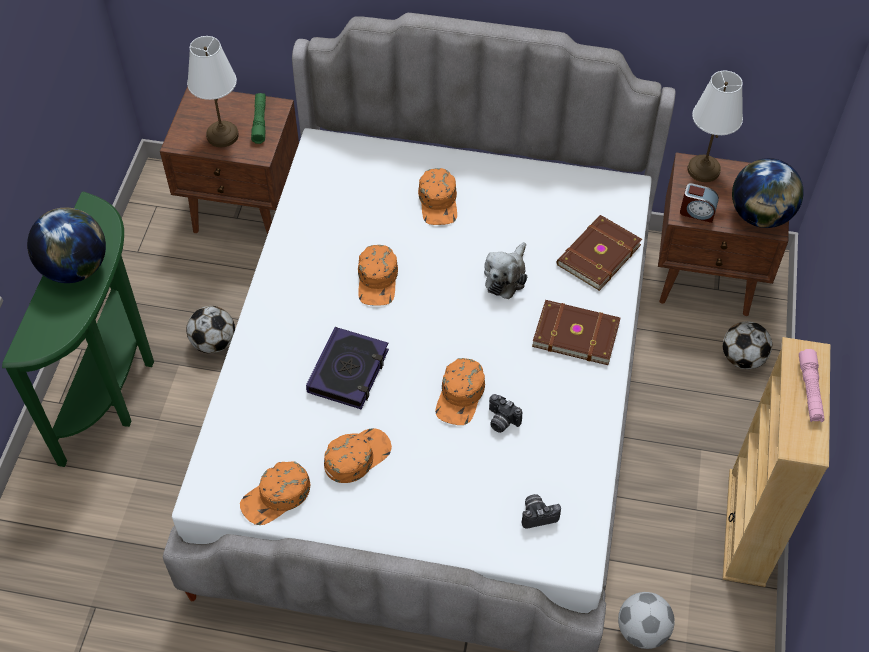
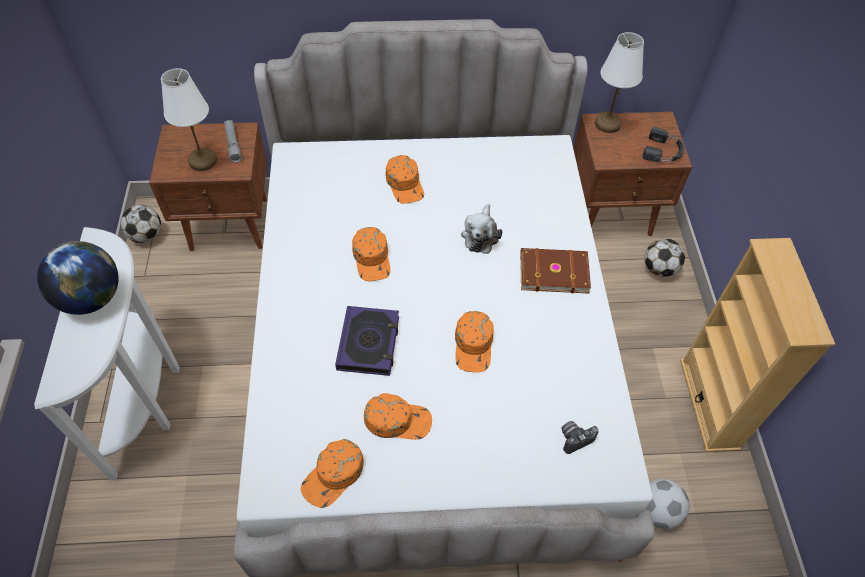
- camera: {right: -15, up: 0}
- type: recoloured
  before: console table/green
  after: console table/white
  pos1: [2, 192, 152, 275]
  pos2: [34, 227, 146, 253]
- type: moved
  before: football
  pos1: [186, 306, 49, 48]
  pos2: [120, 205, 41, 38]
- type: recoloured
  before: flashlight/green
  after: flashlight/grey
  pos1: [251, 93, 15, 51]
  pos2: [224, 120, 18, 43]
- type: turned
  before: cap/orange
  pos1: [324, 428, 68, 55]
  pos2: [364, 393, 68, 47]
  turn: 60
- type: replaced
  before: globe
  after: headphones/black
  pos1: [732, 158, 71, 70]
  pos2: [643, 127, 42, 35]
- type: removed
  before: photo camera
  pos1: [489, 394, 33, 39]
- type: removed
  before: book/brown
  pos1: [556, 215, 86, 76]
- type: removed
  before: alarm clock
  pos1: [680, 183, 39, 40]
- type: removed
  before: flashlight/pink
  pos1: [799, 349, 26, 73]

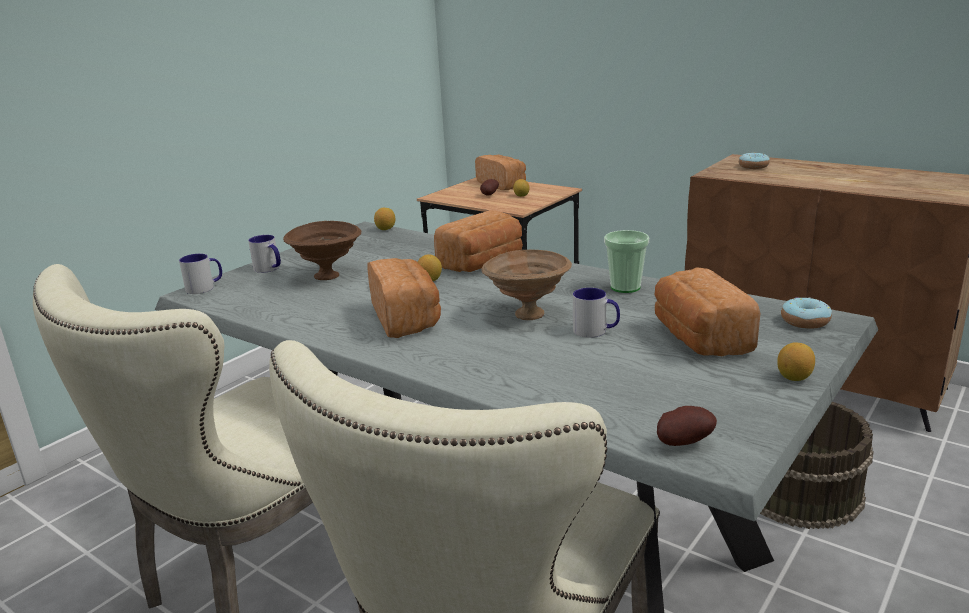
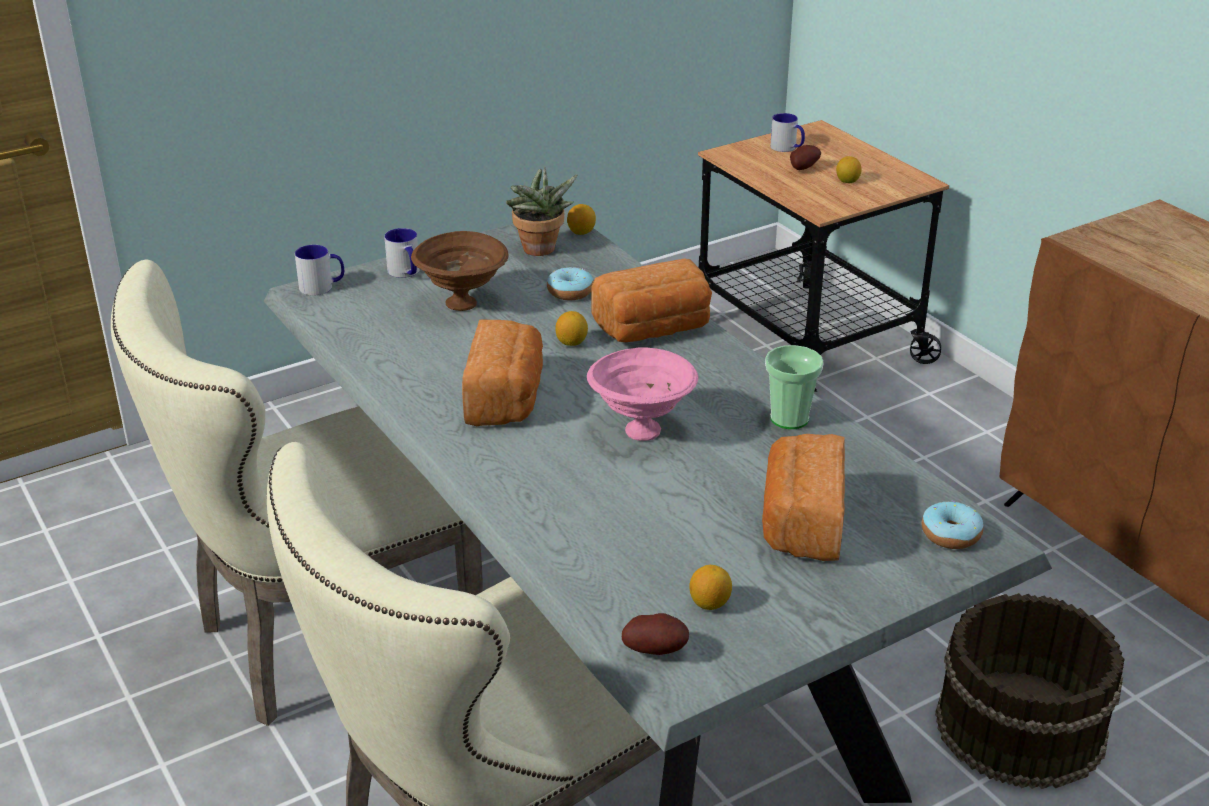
- camera: {right: 20, up: 10}
- type: added
  after: potted plant
  pos2: [506, 168, 71, 88]
- type: moved
  before: donut
  pos1: [739, 153, 31, 16]
  pos2: [547, 267, 46, 33]
- type: recoloured
  before: bowl/brown
  after: bowl/pink
  pos1: [481, 250, 91, 70]
  pos2: [587, 347, 111, 94]
- type: moved
  before: lemon
  pos1: [777, 342, 38, 39]
  pos2: [689, 565, 43, 45]
- type: moved
  before: mug
  pos1: [573, 288, 47, 50]
  pos2: [770, 113, 35, 39]
- type: removed
  before: bread
  pos1: [475, 155, 51, 35]

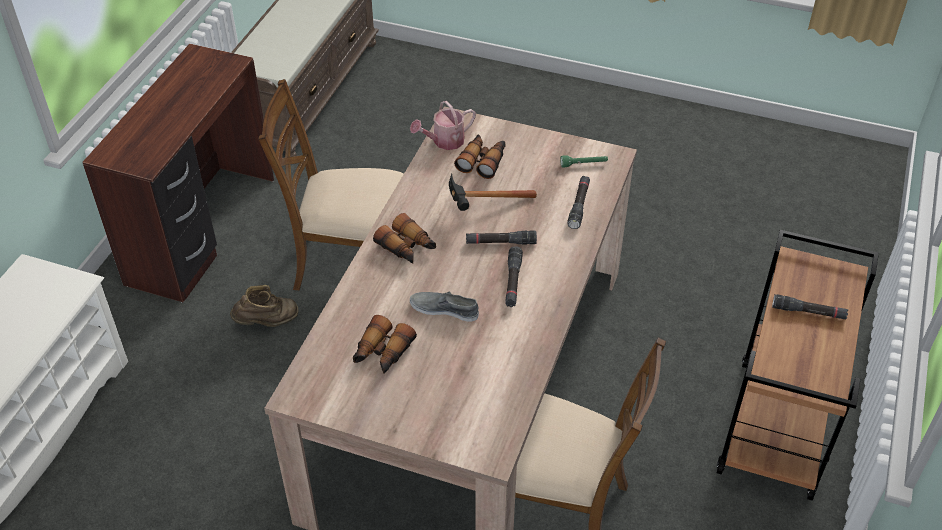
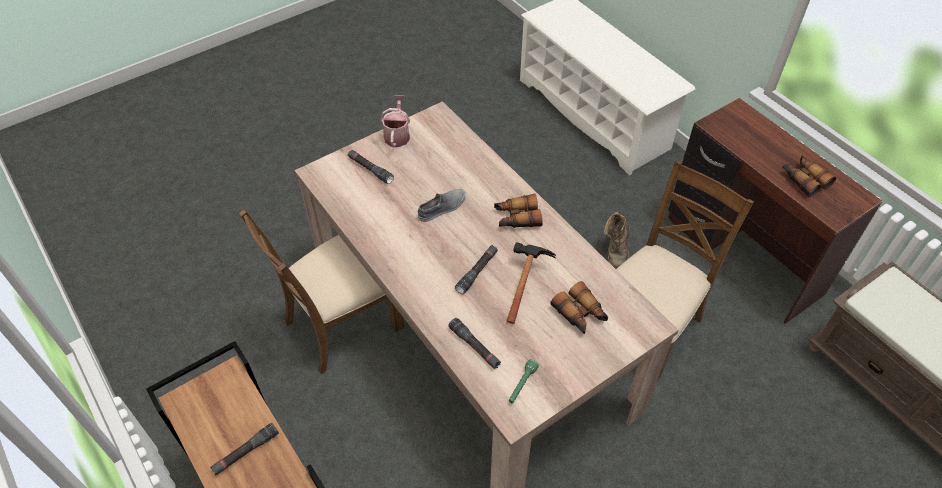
- camera: {right: 125, up: 5}
- type: moved
  before: flashlight/black
  pos1: [505, 246, 18, 61]
  pos2: [348, 150, 46, 34]
- type: moved
  before: watering can
  pos1: [410, 101, 66, 49]
  pos2: [380, 95, 30, 52]
- type: moved
  before: binoculars
  pos1: [353, 315, 64, 59]
  pos2: [782, 156, 54, 41]

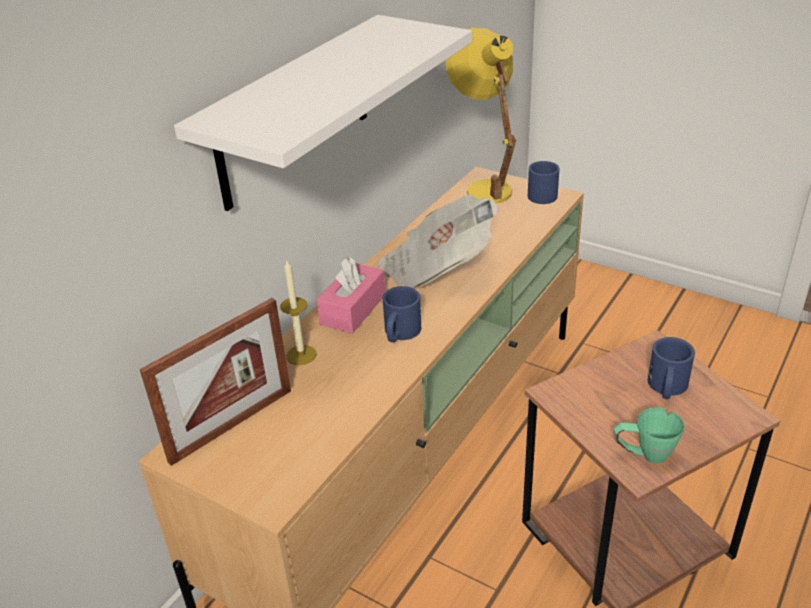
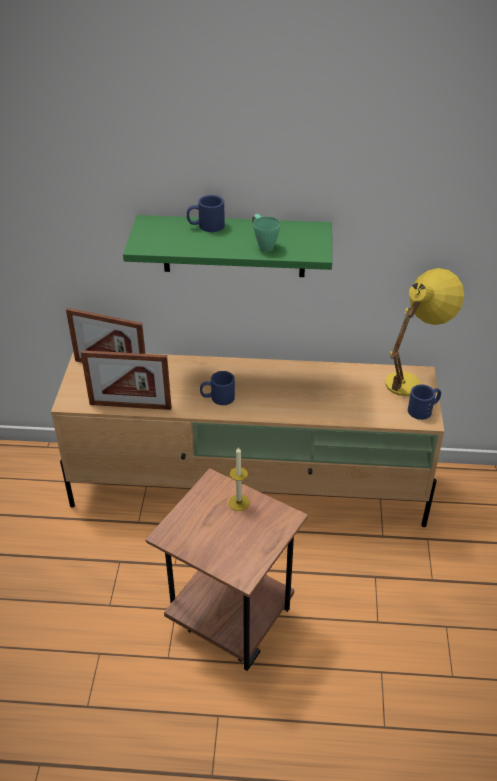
- camera: {right: 60, up: 5}
- type: added
  after: picture frame
  pos2: [81, 350, 91, 60]
- type: recoloured
  before: shelf/white
  after: shelf/green
  pos1: [174, 15, 298, 196]
  pos2: [123, 215, 209, 62]
- type: moved
  before: mug/blue
  pos1: [648, 337, 47, 62]
  pos2: [187, 195, 38, 37]
- type: moved
  before: candle
  pos1: [280, 259, 37, 106]
  pos2: [228, 446, 22, 65]
- type: moved
  before: mug/green
  pos1: [614, 407, 70, 56]
  pos2: [252, 214, 28, 37]
- type: removed
  before: tissue box/pink
  pos1: [316, 257, 70, 77]
- type: removed
  before: newspaper
  pos1: [378, 194, 121, 94]

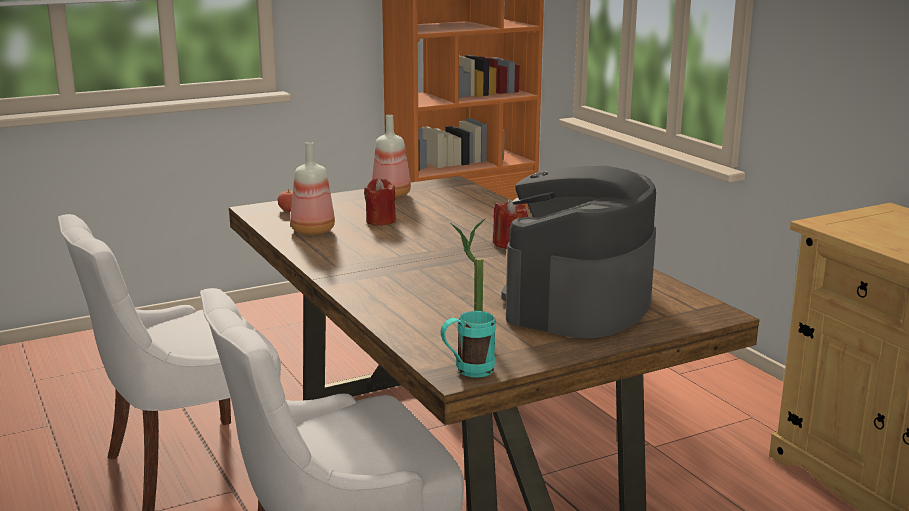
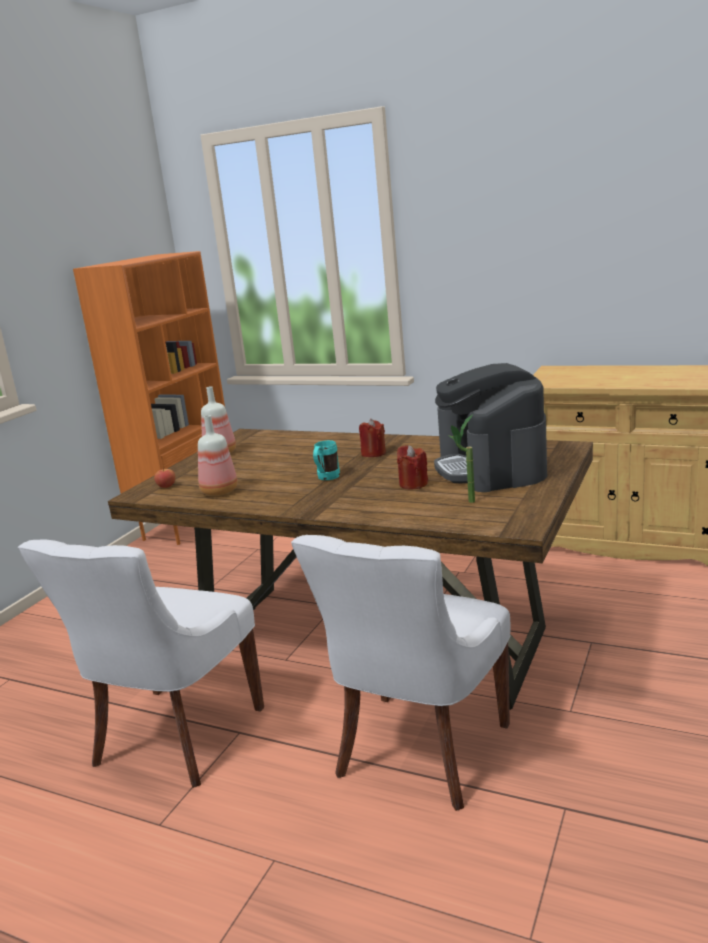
- camera: {right: -35, up: 0}
- type: moved
  before: mug/turquoise
  pos1: [441, 311, 55, 67]
  pos2: [313, 440, 27, 40]
- type: moved
  before: candle/red
  pos1: [364, 178, 32, 48]
  pos2: [397, 445, 31, 45]

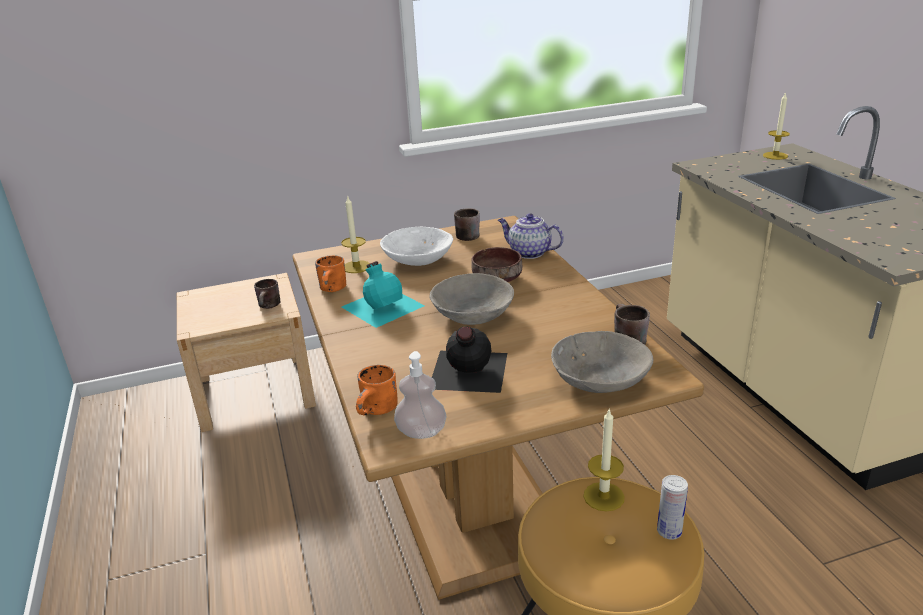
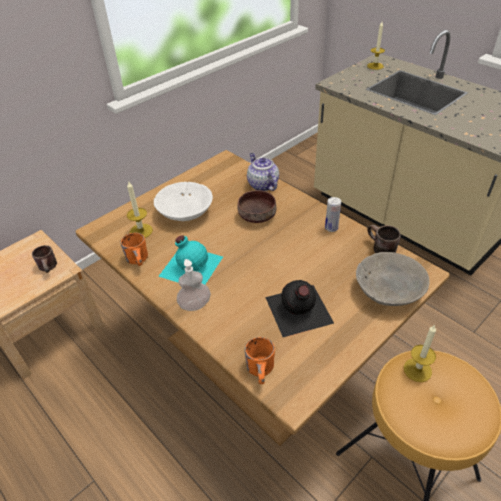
- camera: {right: -25, up: 15}
- type: moved
  before: soap dispenser
  pos1: [394, 351, 53, 88]
  pos2: [177, 259, 34, 52]
- type: turned
  before: teapot
  pos1: [498, 213, 66, 46]
  pos2: [247, 153, 32, 38]
  turn: 60
- type: moved
  before: can
  pos1: [657, 475, 31, 65]
  pos2: [325, 197, 16, 35]
- type: removed
  before: bowl/grey
  pos1: [429, 273, 85, 52]
- type: removed
  before: mug/brown
  pos1: [454, 208, 26, 33]

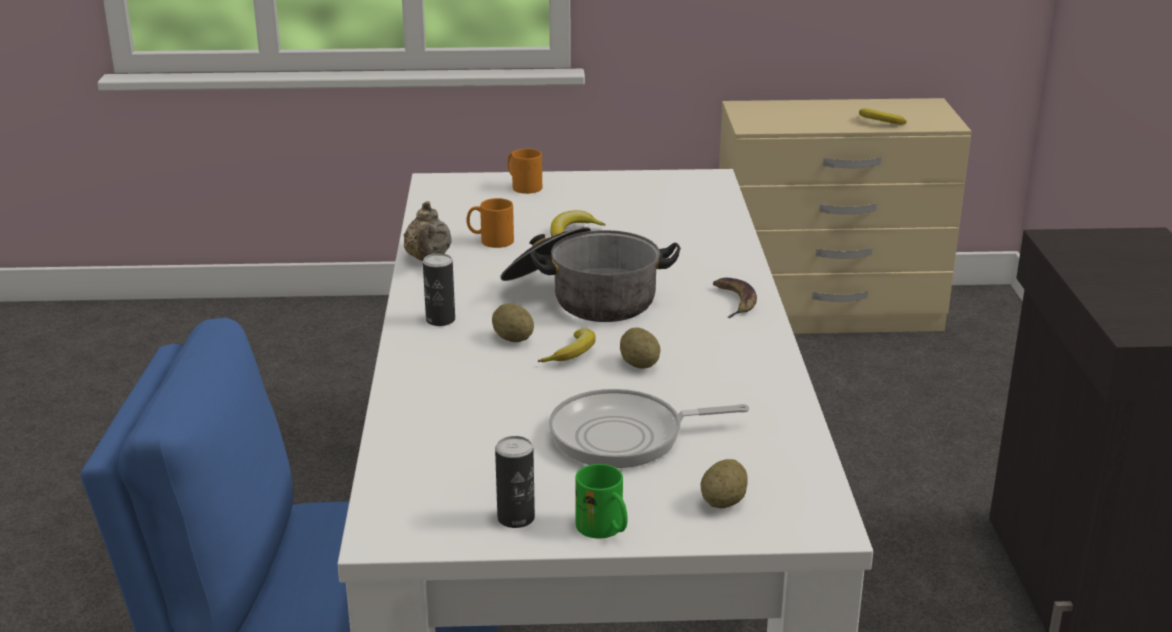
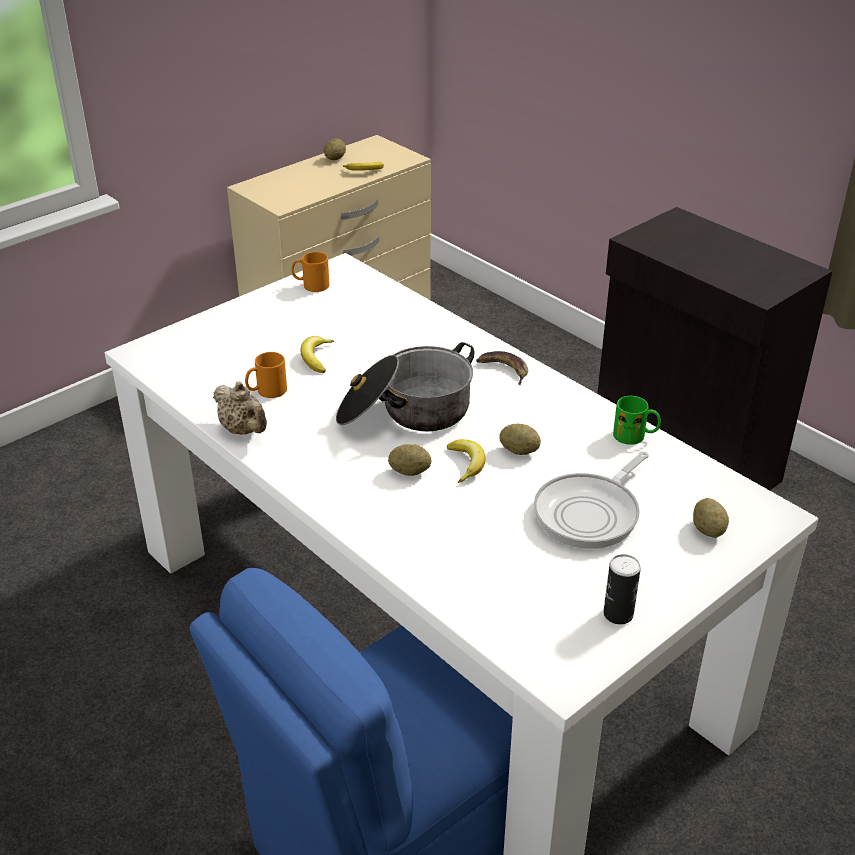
- camera: {right: -40, up: 10}
- type: moved
  before: mug/orange
  pos1: [507, 149, 35, 45]
  pos2: [291, 252, 38, 40]
- type: added
  after: potato
  pos2: [324, 138, 22, 22]
- type: moved
  before: mug/green
  pos1: [575, 464, 53, 74]
  pos2: [613, 396, 48, 49]
- type: removed
  before: can
  pos1: [423, 253, 32, 73]

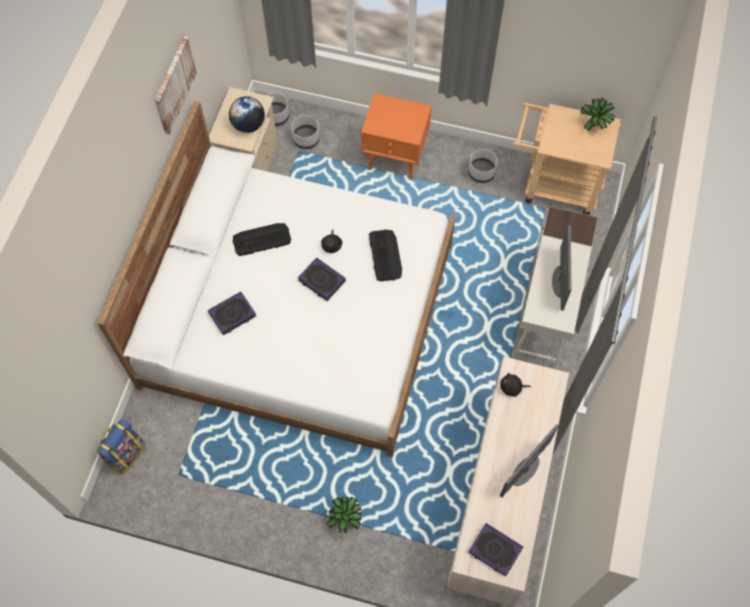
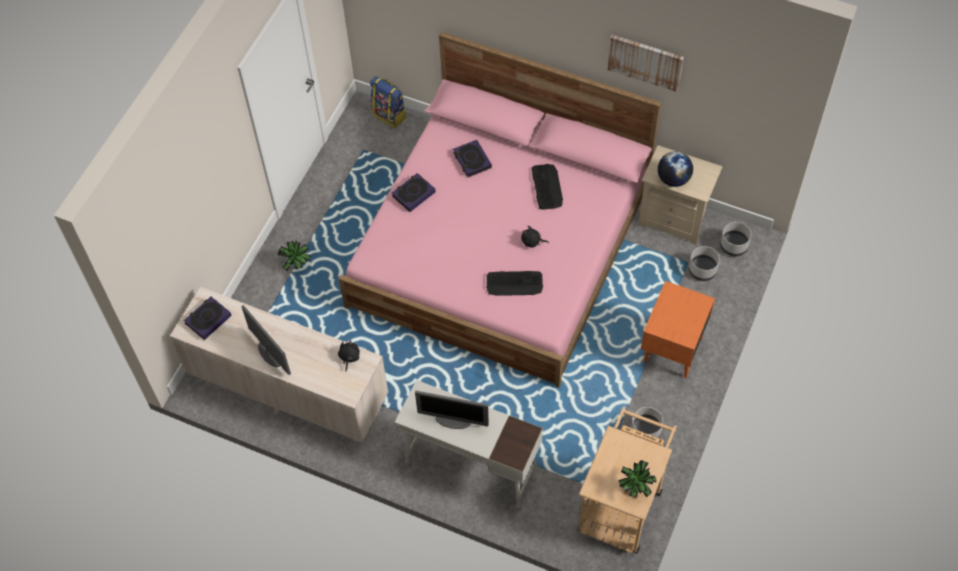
- camera: {right: 100, up: -5}
- type: recoloured
  before: bed/white
  after: bed/pink
  pos1: [97, 101, 359, 356]
  pos2: [339, 32, 322, 356]
- type: moved
  before: book
  pos1: [298, 257, 48, 44]
  pos2: [392, 173, 44, 39]

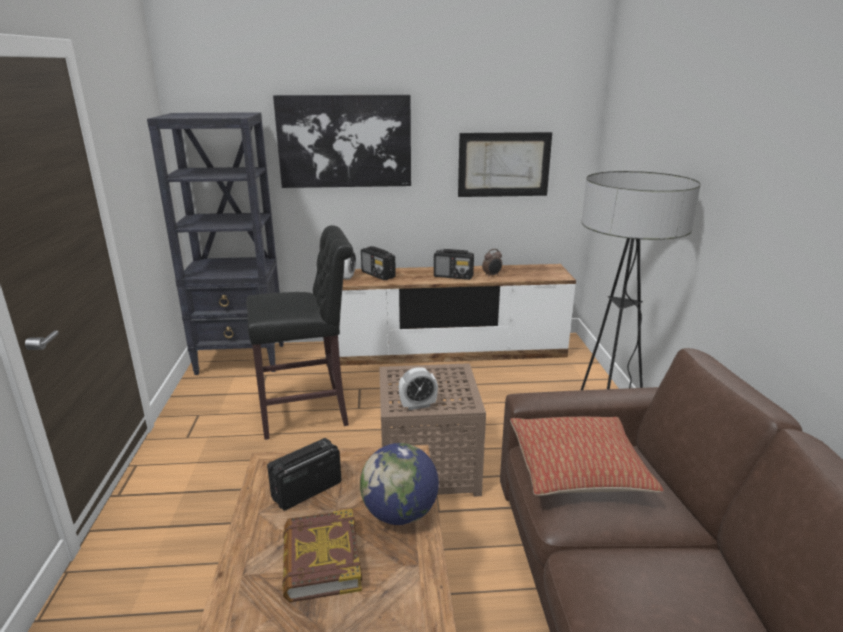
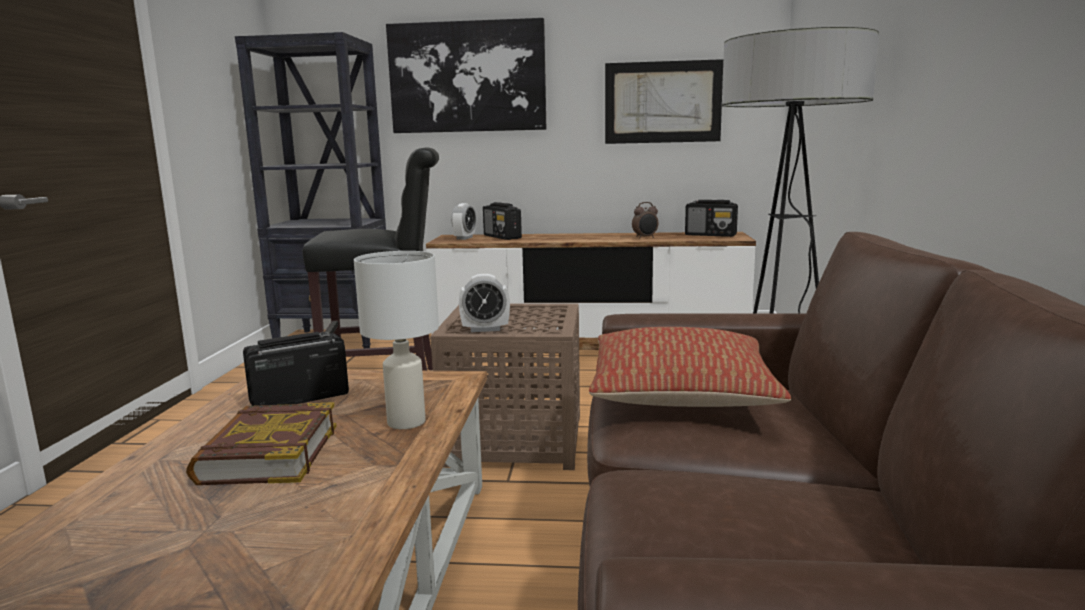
- camera: {right: 10, up: -10}
- type: replaced
  before: globe
  after: table lamp/white
  pos1: [360, 443, 79, 82]
  pos2: [354, 251, 85, 178]
- type: moved
  before: radio
  pos1: [434, 249, 40, 31]
  pos2: [685, 200, 53, 37]

